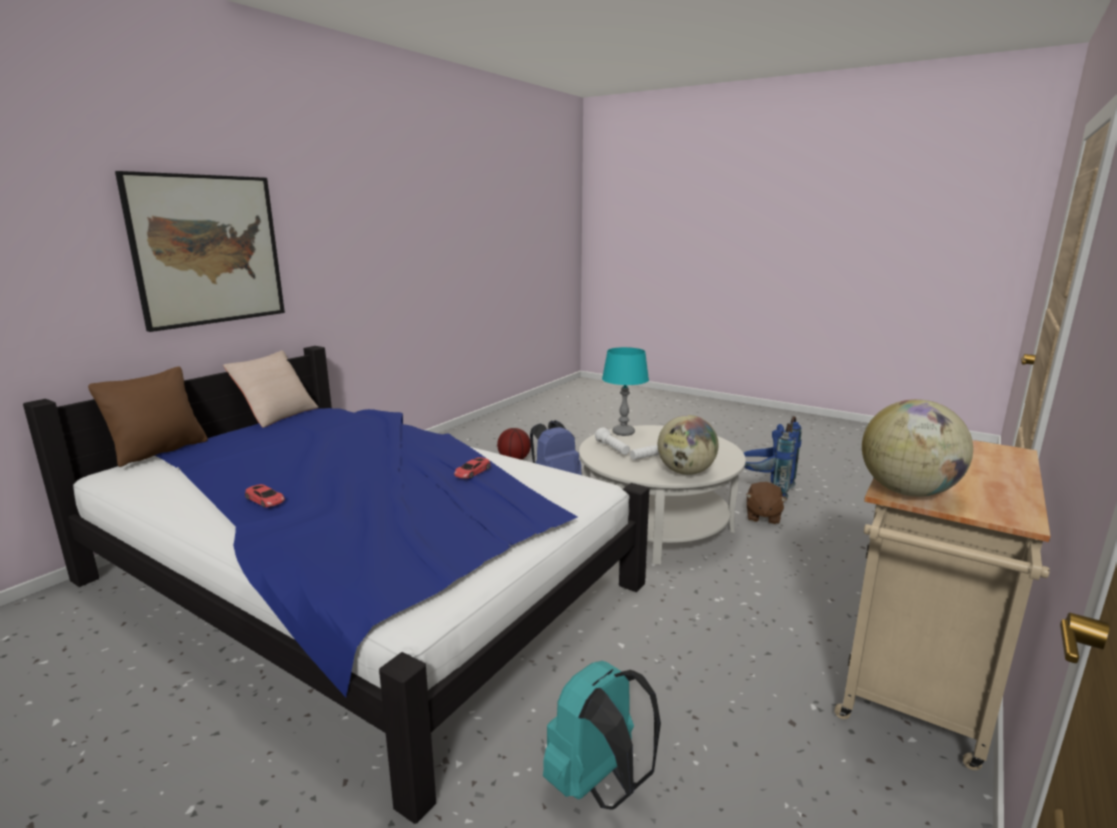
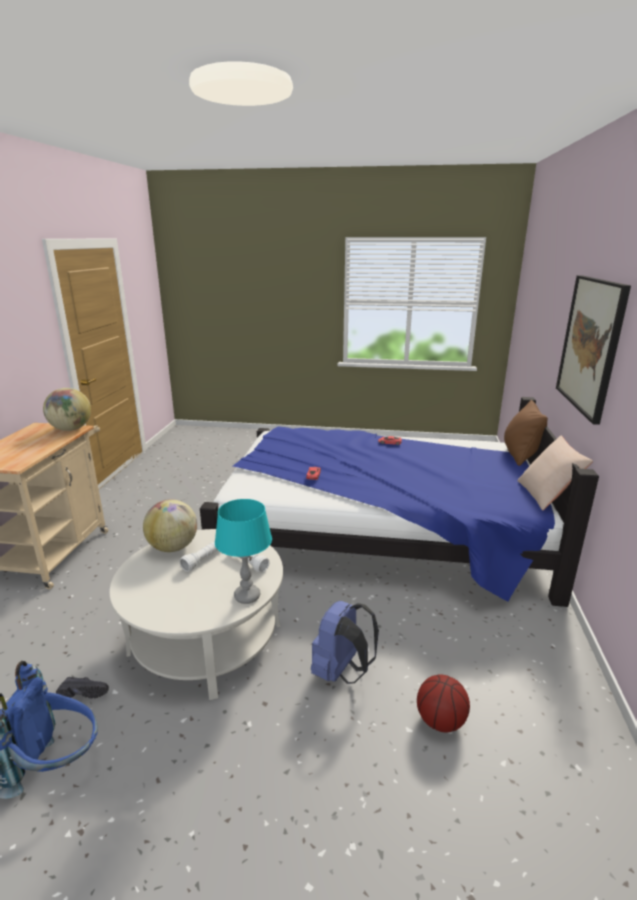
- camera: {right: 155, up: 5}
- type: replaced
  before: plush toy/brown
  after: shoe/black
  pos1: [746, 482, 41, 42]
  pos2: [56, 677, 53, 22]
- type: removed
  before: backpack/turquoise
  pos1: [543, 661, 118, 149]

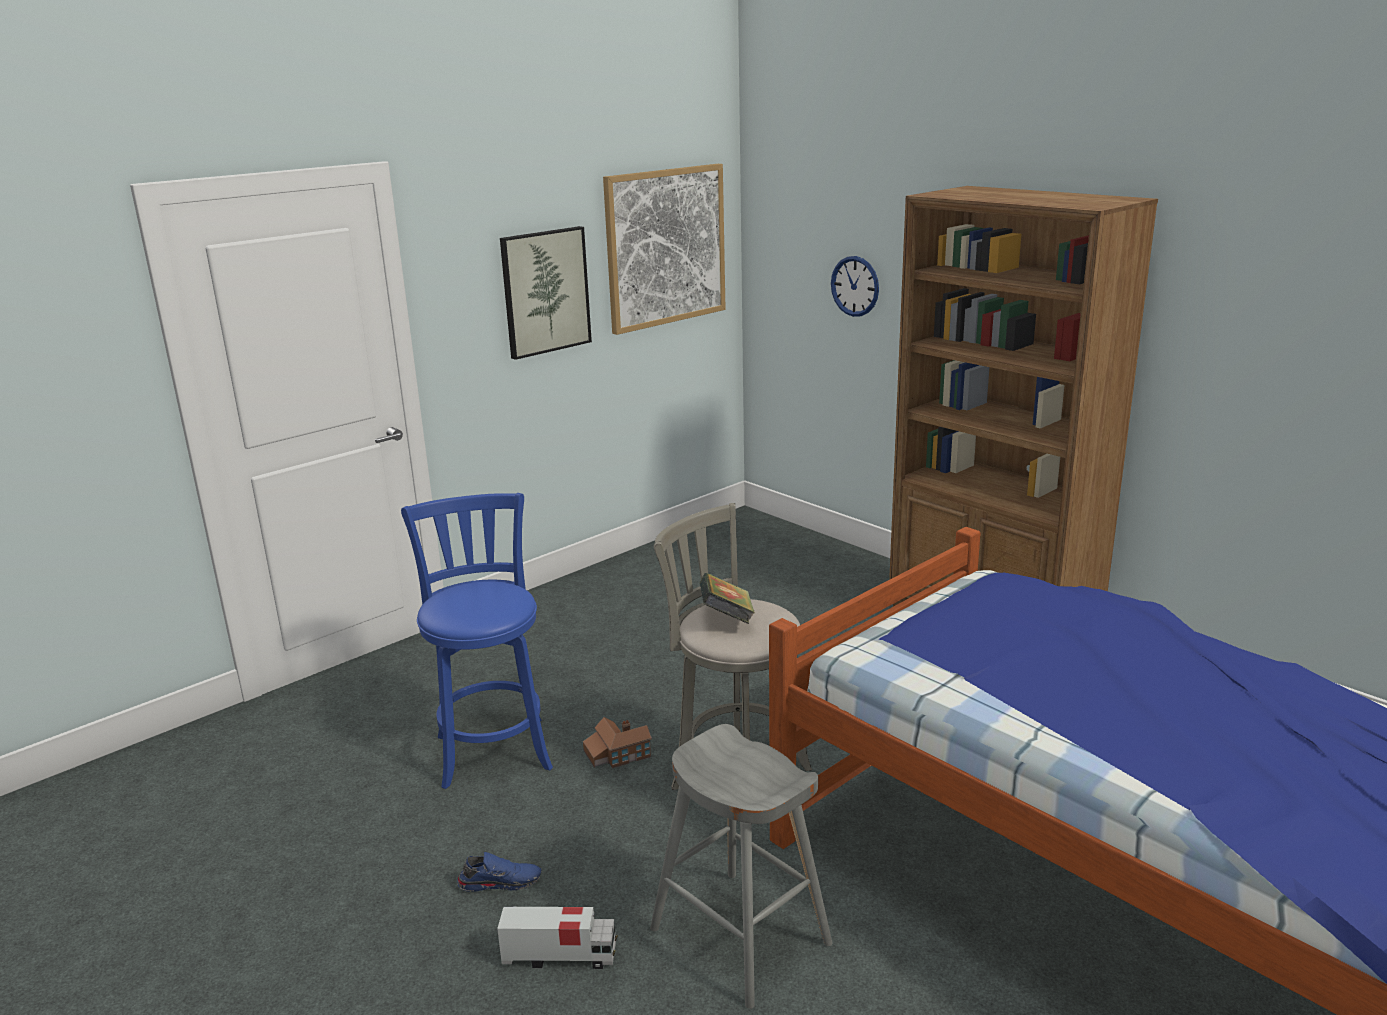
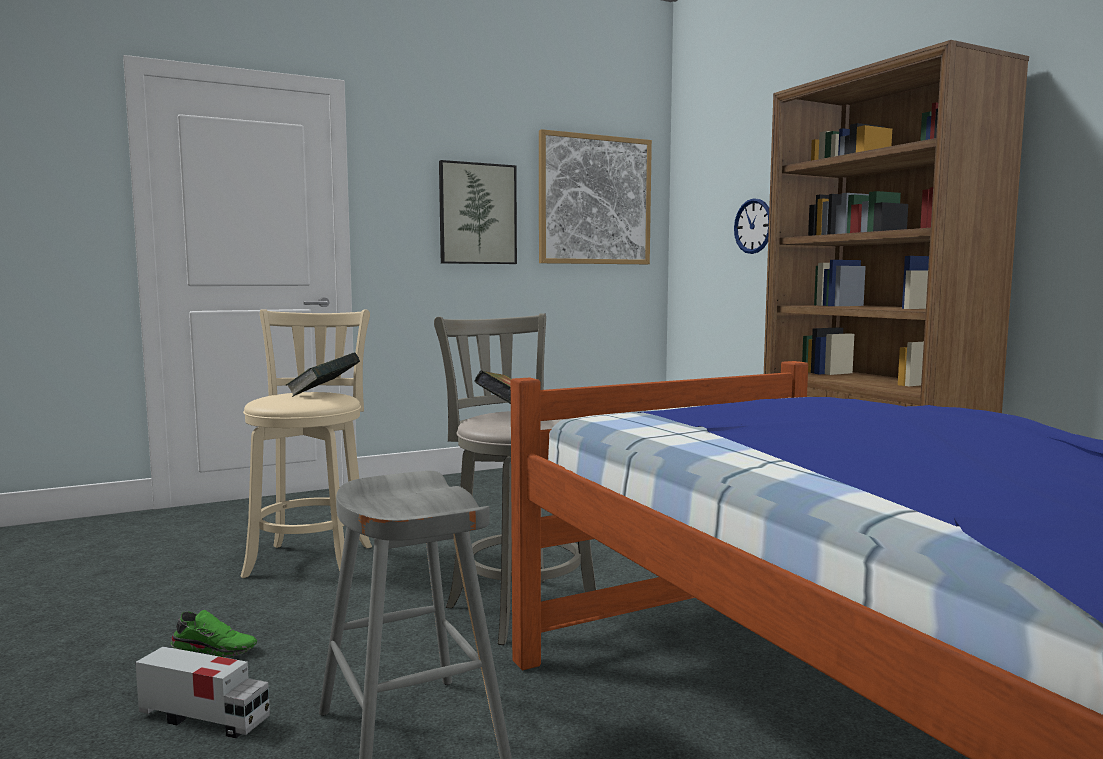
- camera: {right: 15, up: -15}
- type: recoloured
  before: shoe/blue
  after: shoe/green
  pos1: [457, 852, 84, 40]
  pos2: [171, 610, 86, 48]
- type: recoloured
  before: stool/blue
  after: stool/beige
  pos1: [401, 493, 152, 296]
  pos2: [240, 309, 132, 269]
- type: added
  after: book
  pos2: [286, 352, 74, 45]
- type: removed
  before: toy house
  pos1: [583, 717, 69, 51]

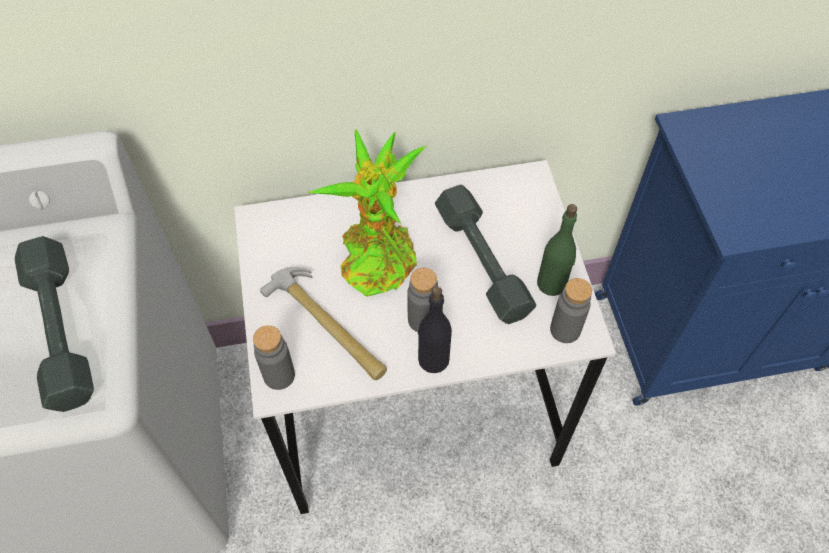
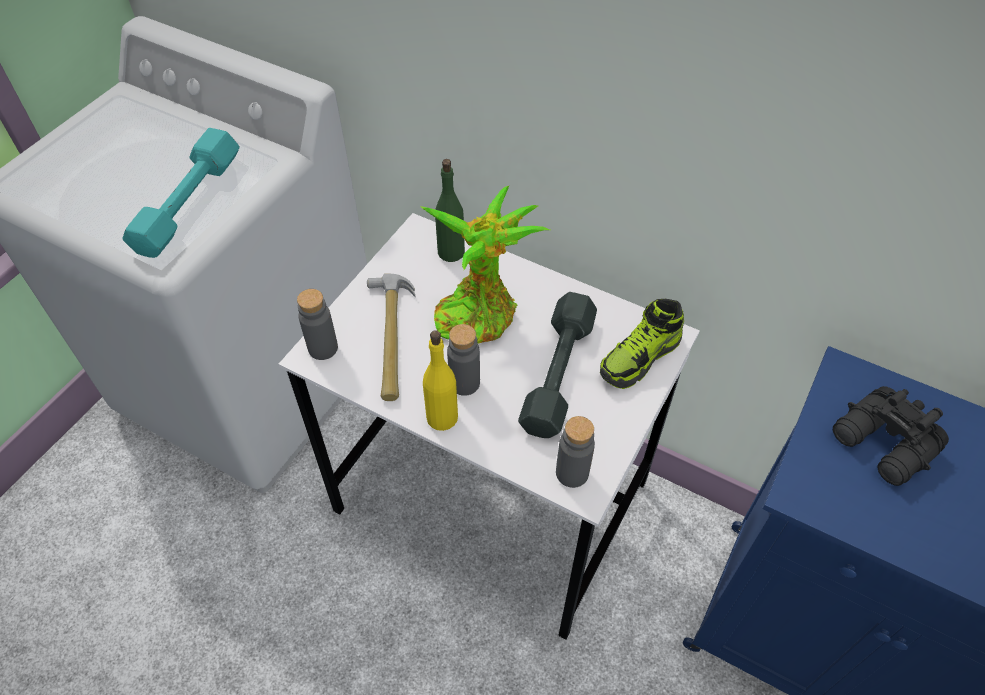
- camera: {right: 40, up: -5}
- type: recoloured
  before: dumbbell/grey
  after: dumbbell/turquoise
  pos1: [15, 236, 79, 176]
  pos2: [123, 128, 117, 130]
- type: recoloured
  before: bottle/black
  after: bottle/yellow
  pos1: [418, 287, 34, 86]
  pos2: [423, 330, 35, 101]
- type: moved
  before: bottle/green
  pos1: [537, 204, 40, 92]
  pos2: [435, 159, 30, 103]
- type: added
  after: shoe
  pos2: [600, 299, 84, 90]
- type: added
  after: binoculars/black
  pos2: [833, 386, 116, 100]

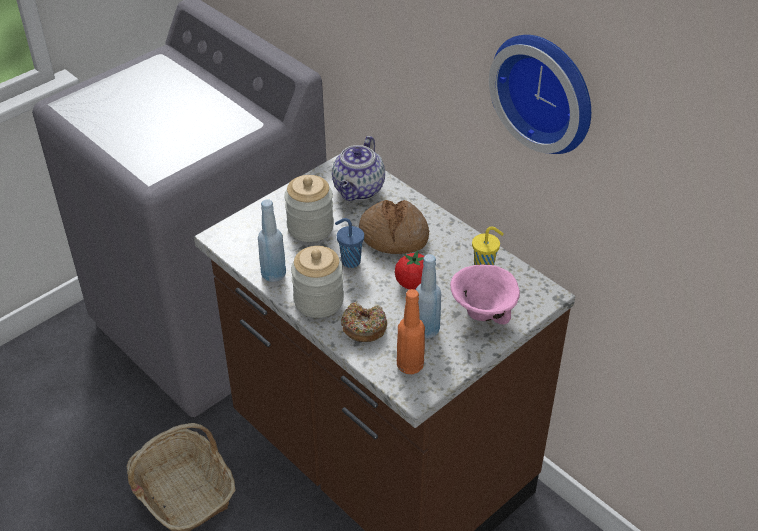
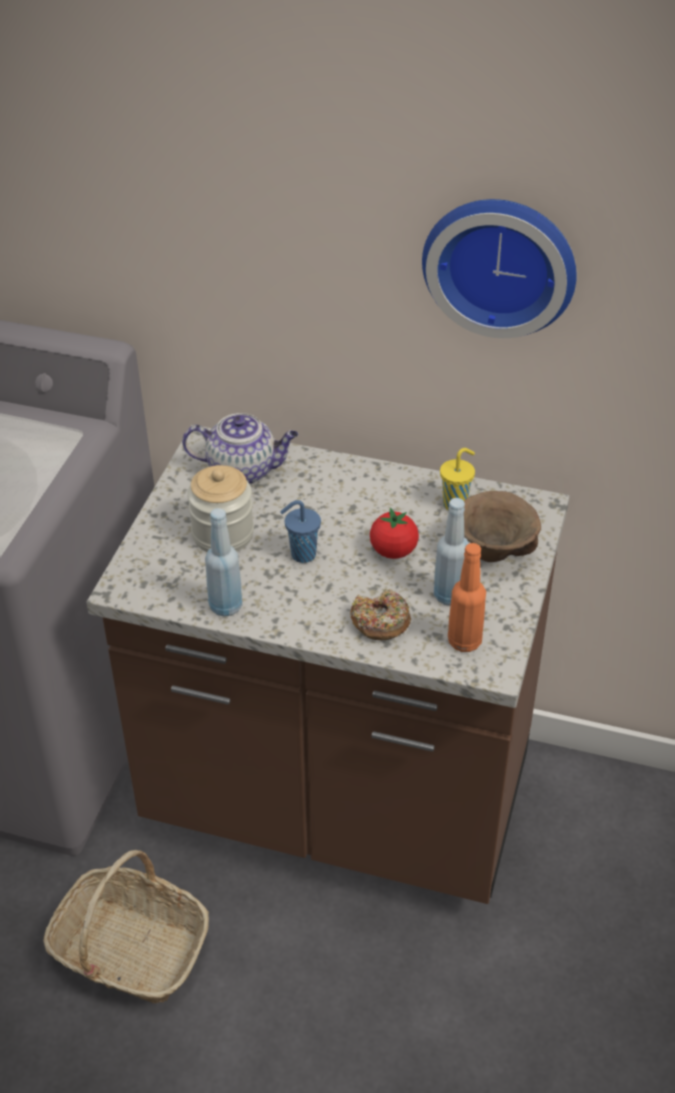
- camera: {right: -30, up: 0}
- type: turned
  before: teapot
  pos1: [332, 136, 53, 65]
  pos2: [182, 413, 116, 71]
  turn: -75
- type: recoloured
  before: bowl/pink
  after: bowl/brown
  pos1: [450, 264, 70, 60]
  pos2: [464, 491, 77, 71]
- type: removed
  before: jar
  pos1: [291, 246, 53, 72]
- type: removed
  before: bread
  pos1: [359, 200, 70, 54]

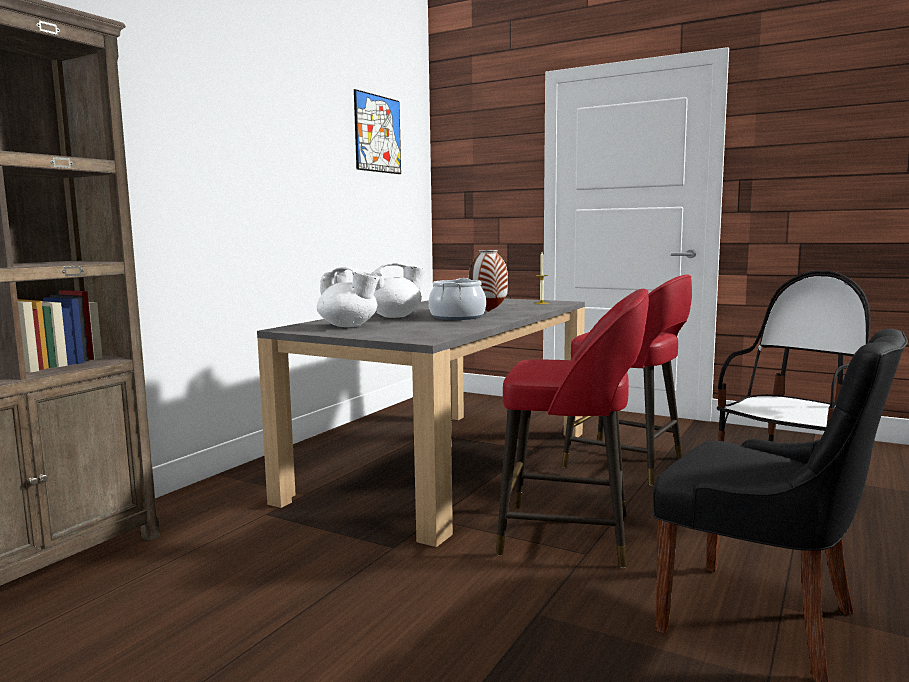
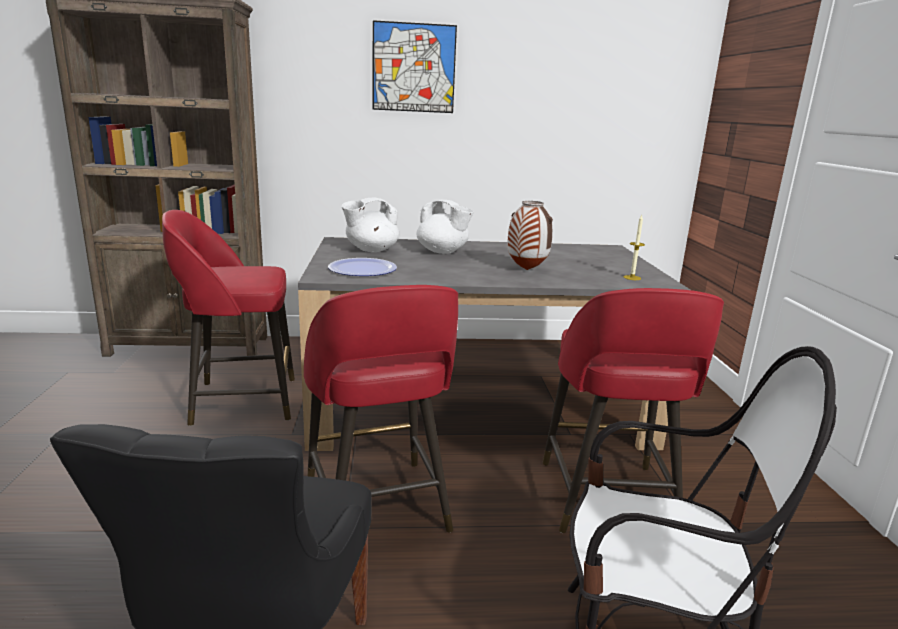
- camera: {right: 55, up: 10}
- type: added
  after: stool/red
  pos2: [162, 210, 133, 216]
- type: added
  after: plate
  pos2: [328, 258, 69, 18]
- type: turned
  before: teapot/white
  pos1: [317, 267, 63, 60]
  pos2: [342, 198, 57, 54]
  turn: 60
- type: moved
  before: picture
  pos1: [354, 89, 47, 85]
  pos2: [372, 20, 85, 93]
- type: removed
  before: cooking pot
  pos1: [429, 278, 57, 42]

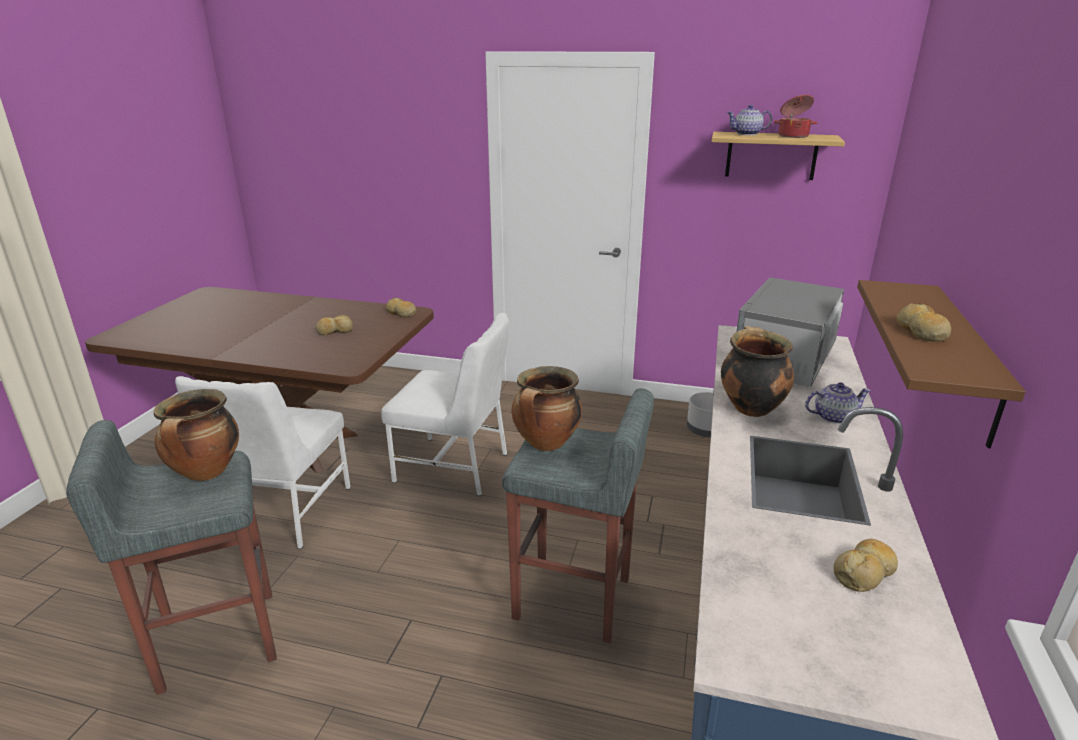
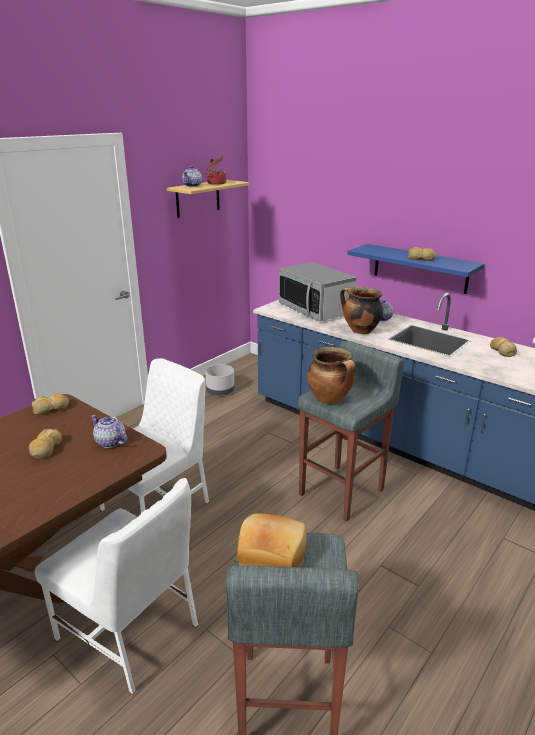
- camera: {right: -65, up: 0}
- type: added
  after: teapot
  pos2: [91, 415, 36, 33]
- type: replaced
  before: cooking pot
  after: bread
  pos1: [154, 389, 85, 92]
  pos2: [237, 513, 70, 54]
- type: recoloured
  before: shelf/brown
  after: shelf/blue
  pos1: [857, 280, 169, 169]
  pos2: [347, 244, 137, 50]

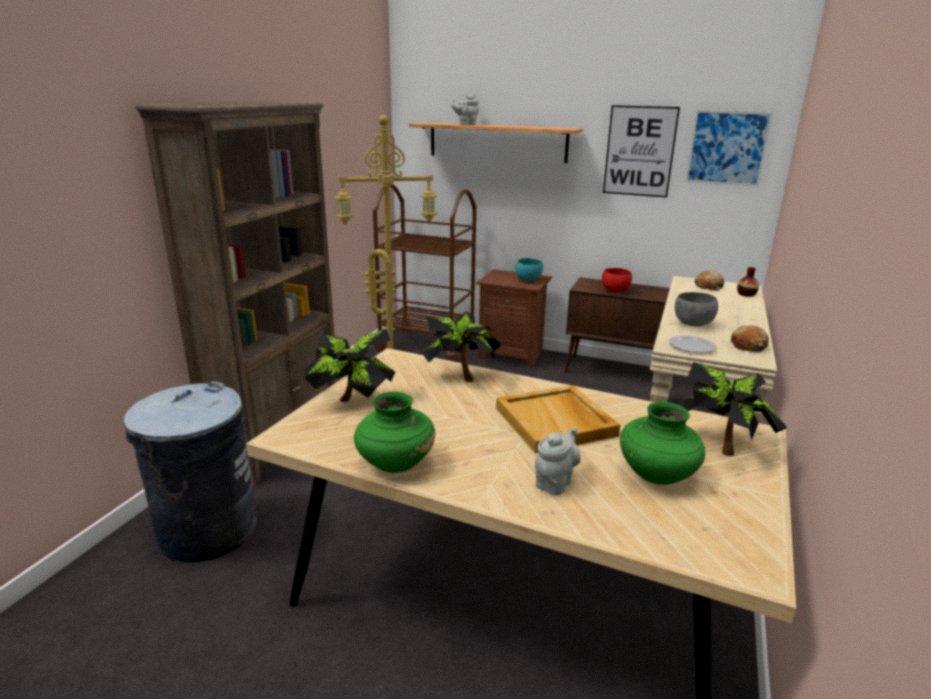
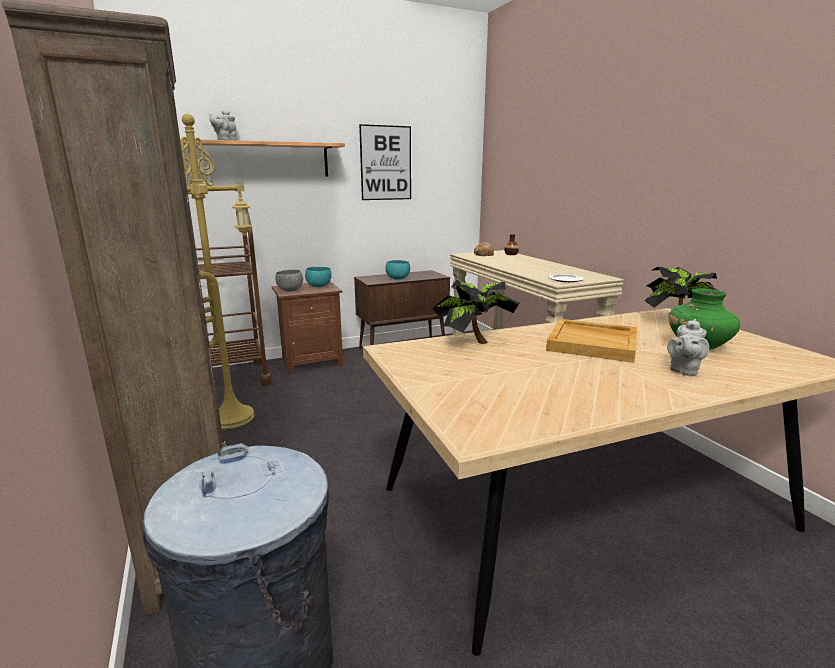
- camera: {right: -45, up: -5}
- type: moved
  before: bowl/grey
  pos1: [675, 292, 43, 35]
  pos2: [275, 270, 28, 21]
- type: recoloured
  before: bowl/red
  after: bowl/turquoise
  pos1: [602, 268, 30, 24]
  pos2: [386, 260, 24, 19]
- type: turned
  before: teapot/grey
  pos1: [535, 427, 46, 68]
  pos2: [667, 319, 42, 57]
  turn: -135
- type: removed
  before: potted plant
  pos1: [304, 329, 91, 73]
- type: removed
  before: vase/green
  pos1: [354, 392, 81, 81]
- type: removed
  before: picture
  pos1: [685, 110, 88, 77]
- type: removed
  before: bread
  pos1: [731, 325, 38, 27]

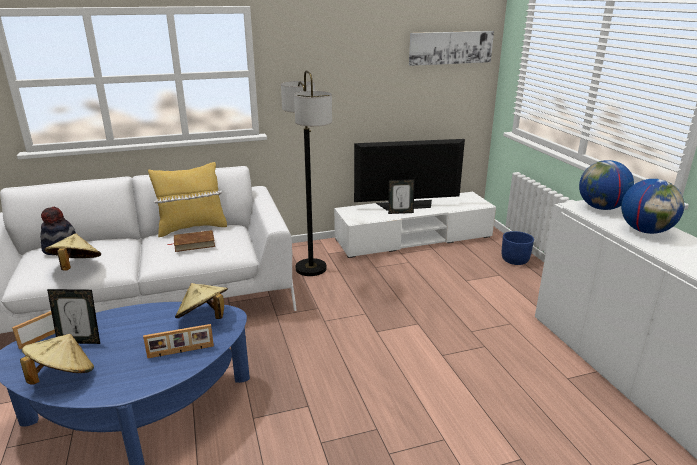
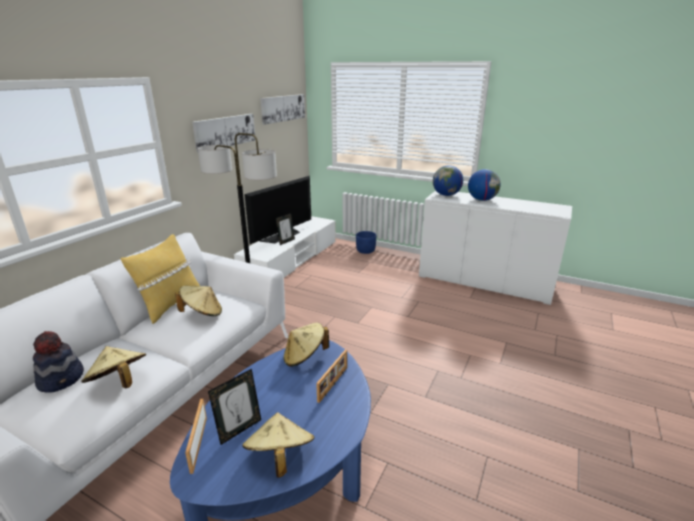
- camera: {right: -45, up: 0}
- type: replaced
  before: book/brown
  after: hat/beige
  pos1: [168, 230, 47, 22]
  pos2: [175, 286, 47, 30]
- type: added
  after: picture
  pos2: [192, 114, 64, 39]

